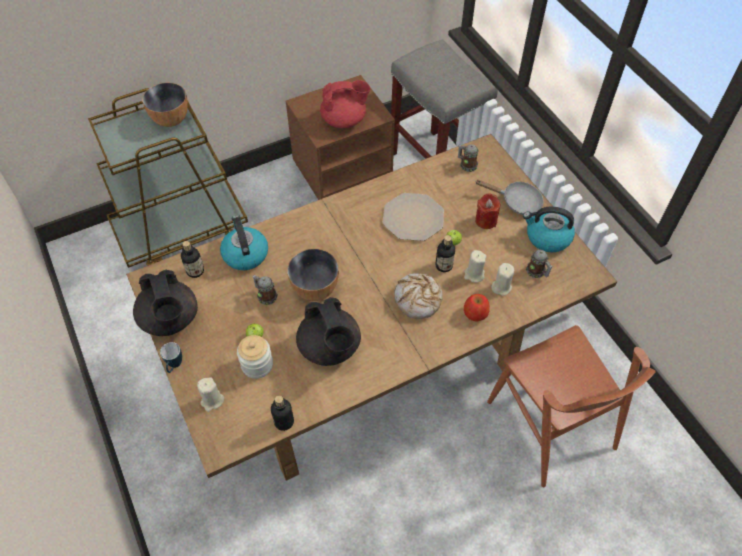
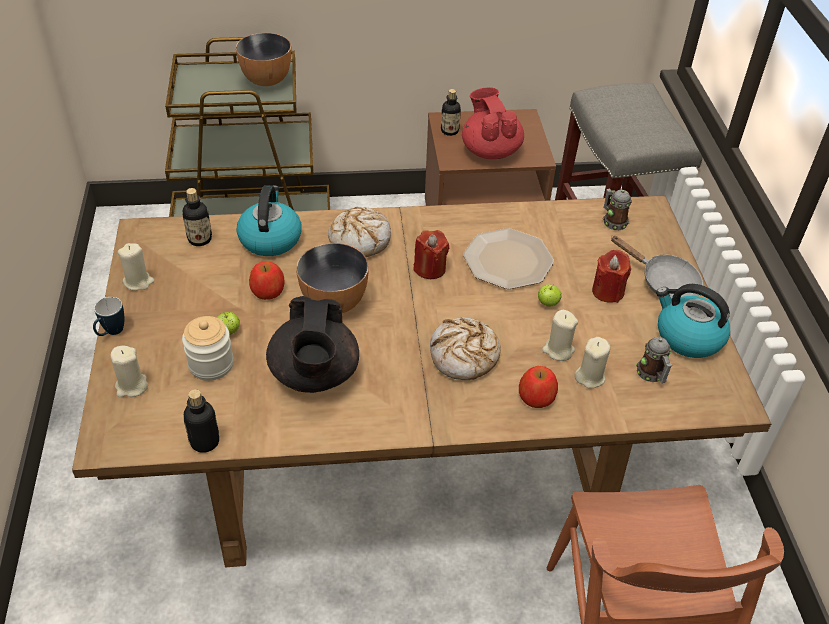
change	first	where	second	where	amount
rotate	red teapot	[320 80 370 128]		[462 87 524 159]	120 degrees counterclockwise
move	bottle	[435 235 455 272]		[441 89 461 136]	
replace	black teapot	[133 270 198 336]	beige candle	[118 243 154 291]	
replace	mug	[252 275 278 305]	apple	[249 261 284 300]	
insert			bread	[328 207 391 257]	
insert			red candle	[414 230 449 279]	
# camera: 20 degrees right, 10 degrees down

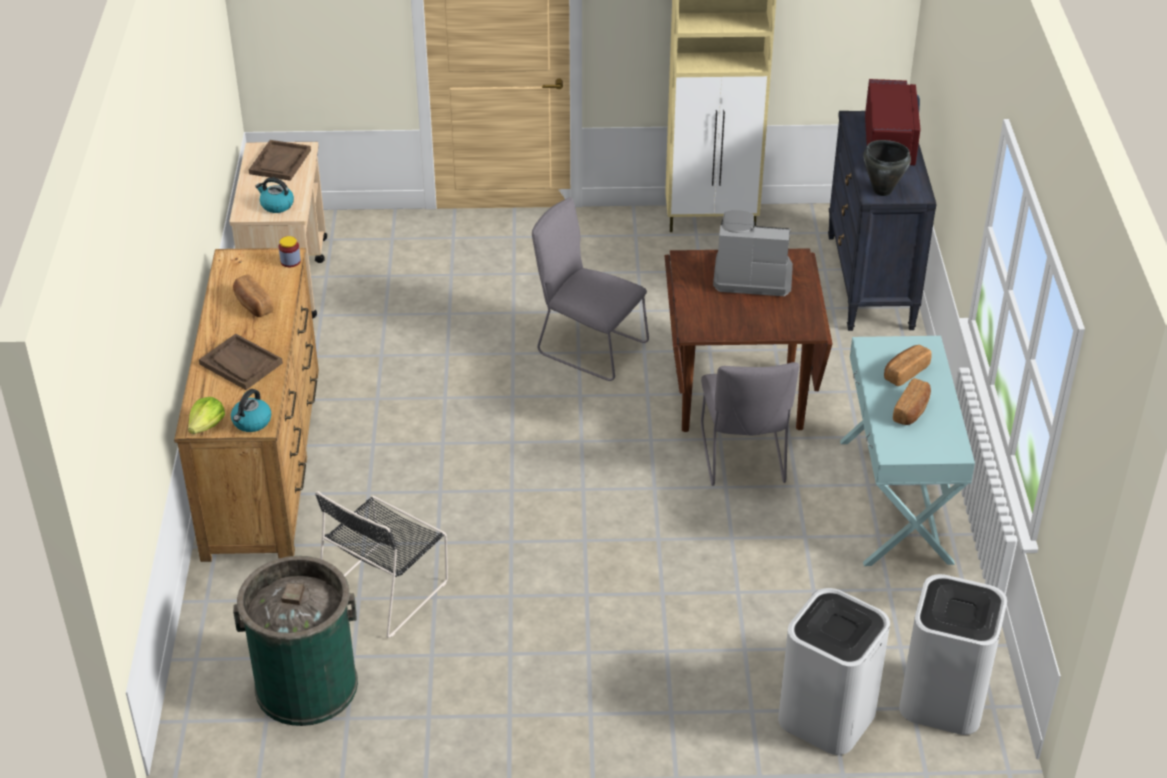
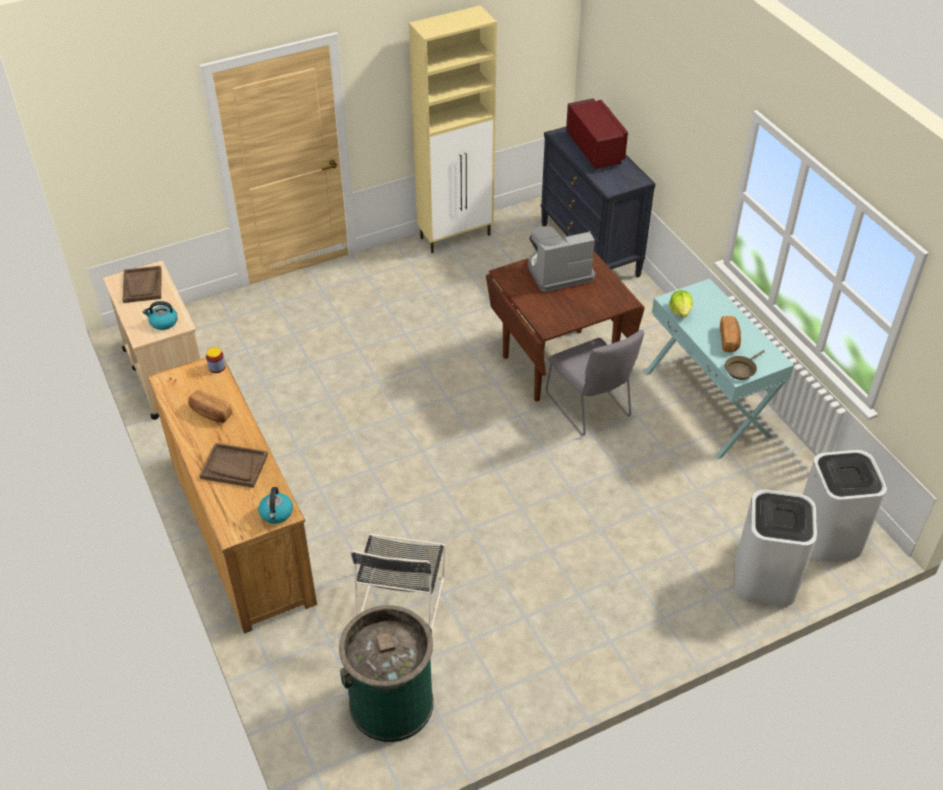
change	first	where	second	where	amount
delete	black cooking pot	[863 140 911 196]			
delete	grey chair	[532 198 649 381]			
delete	bread	[884 345 932 386]			
move	lettuce	[188 397 225 434]		[669 290 692 318]	
insert			brown frying pan	[725 350 765 380]	
# camera: 25 degrees left, 5 degrees up

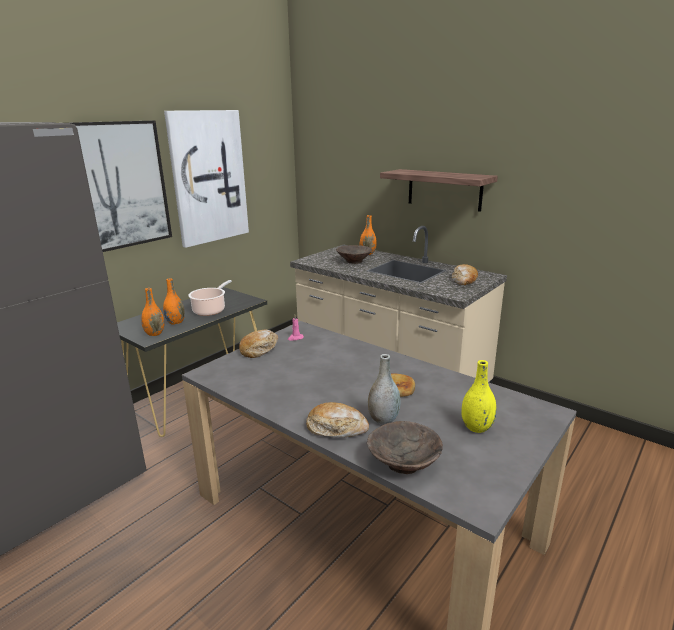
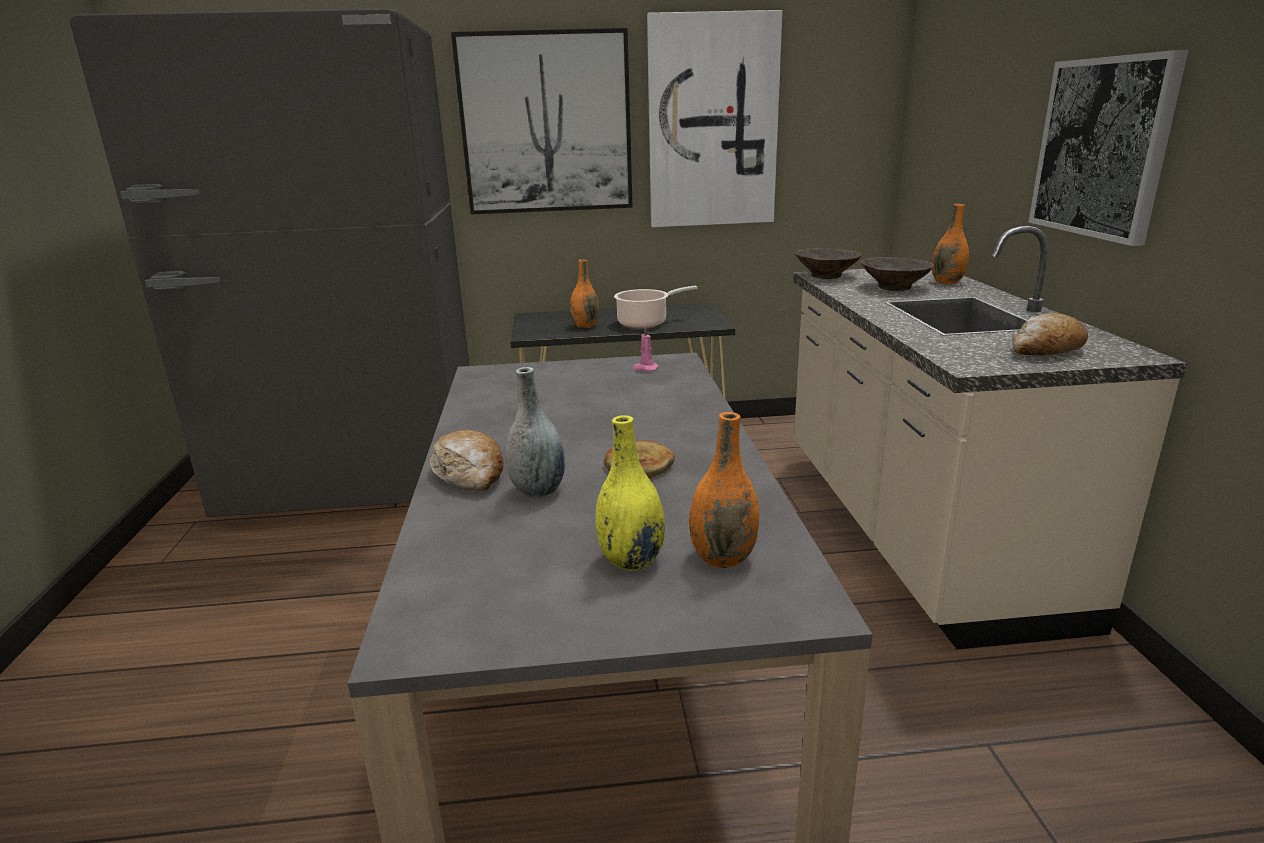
change	first	where	second	where	amount
replace	shelf	[380 169 498 212]	picture	[1029 50 1188 246]	
move	orange vase	[141 288 164 336]		[689 412 759 568]	
delete	bread	[239 329 278 358]			
move	brown bowl	[367 421 443 474]		[794 248 862 279]	
# camera: 45 degrees right, 0 degrees up

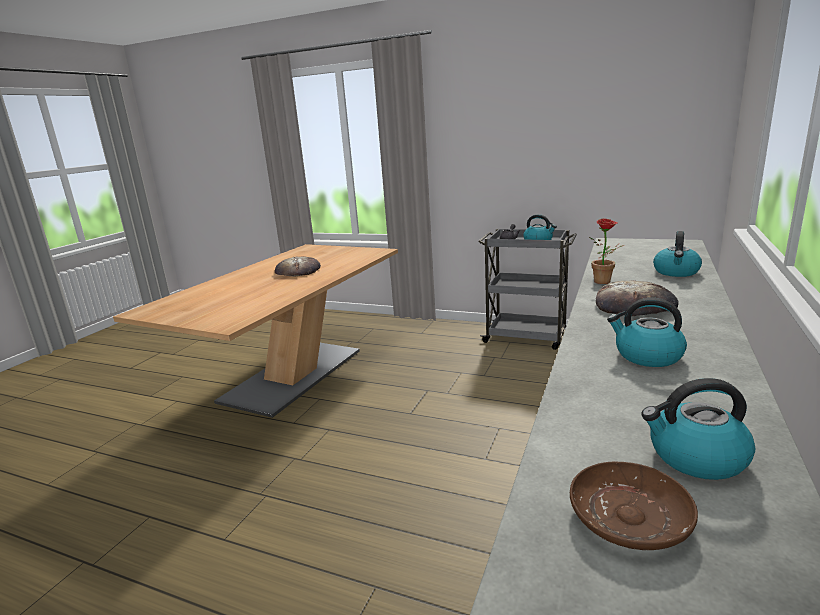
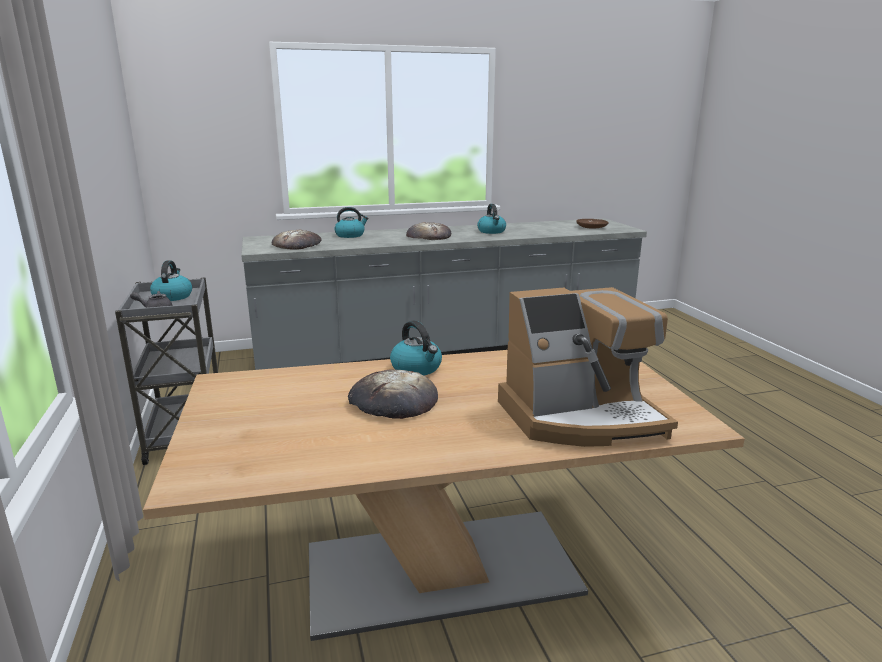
change	first	where	second	where	amount
delete	potted plant	[589 219 624 284]			
move	kettle	[641 378 755 480]		[390 321 442 376]	
insert			bread	[272 229 322 250]	
insert			coffee machine	[498 287 678 447]	
# camera: 130 degrees left, 0 degrees up

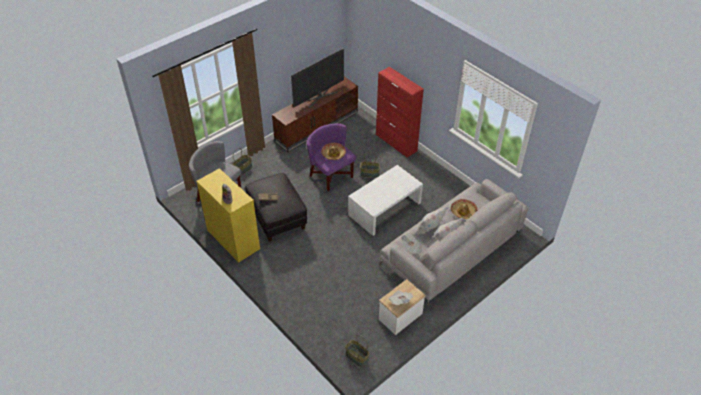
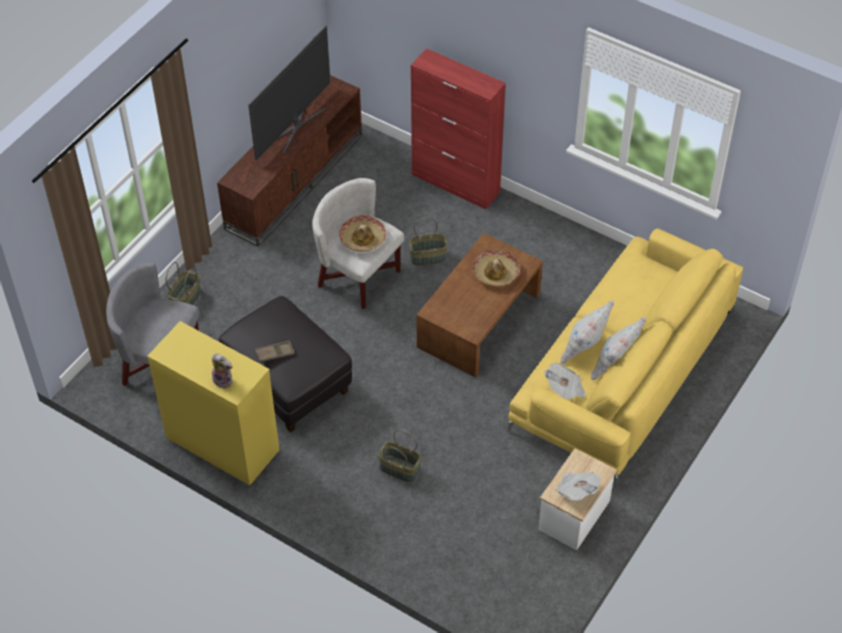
change	first	where	second	where	amount
recolor	purple armchair	[307 123 356 191]	white armchair	[312 178 404 309]	
recolor	white coffee table	[348 165 423 236]	brown coffee table	[416 233 543 377]	
recolor	grey sofa	[379 179 529 307]	yellow sofa	[506 228 743 489]	
move	hat	[451 199 477 219]		[472 249 520 286]	
move	basket	[345 334 369 367]		[378 430 421 482]	
# camera: 15 degrees left, 5 degrees up

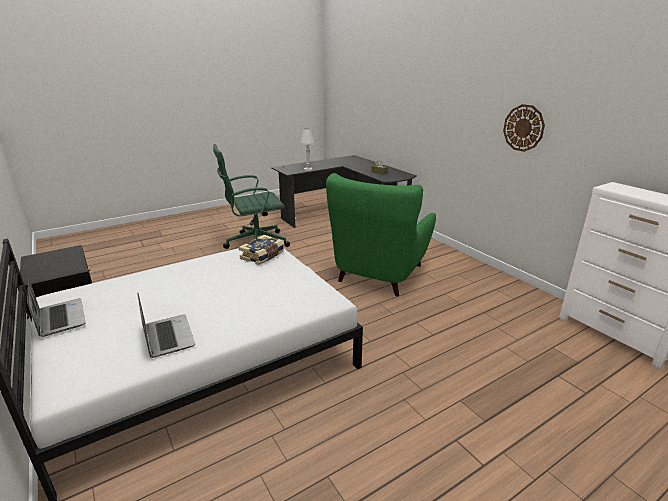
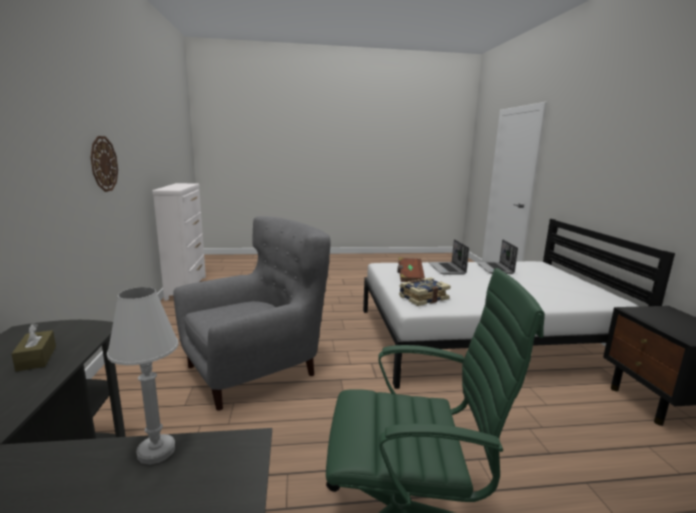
change	first	where	second	where	amount
recolor	green armchair	[326 173 436 297]	grey armchair	[173 216 331 411]	
move	laptop	[27 278 86 337]		[428 239 469 275]	
insert			brown book	[397 257 425 282]	
# camera: 155 degrees left, 10 degrees down

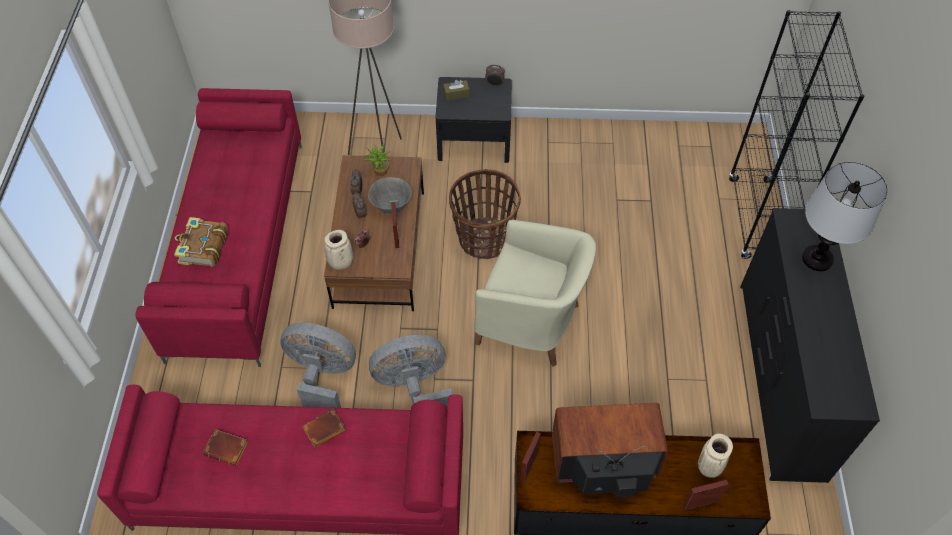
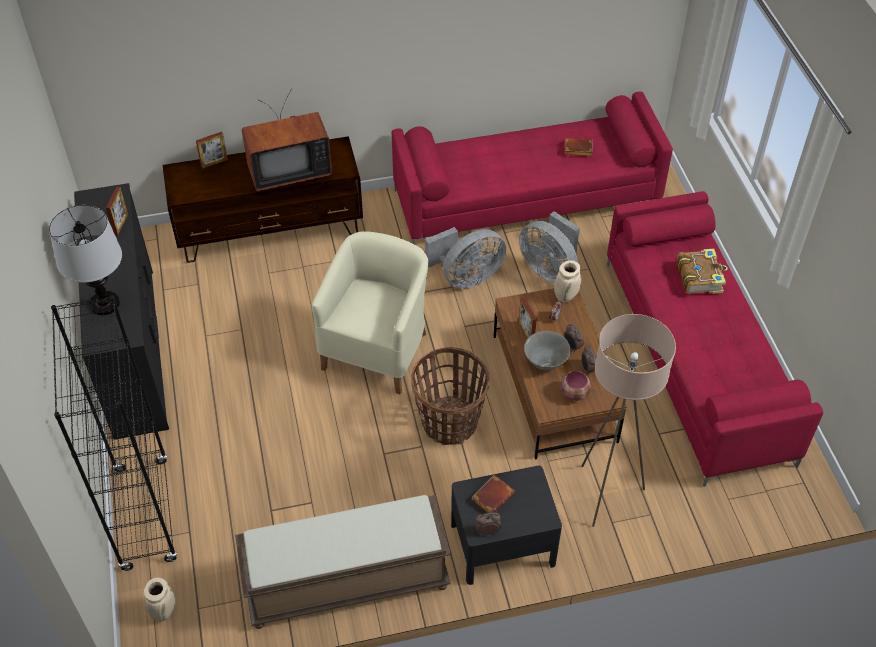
change	first	where	second	where	amount
delete	brown tissue box	[443 80 470 100]			
replace	potted plant	[364 143 391 176]	bowl	[560 371 591 401]	
rotate	beige armchair	[474 220 596 367]		[312 231 429 394]	105 degrees clockwise
rotate	grey fan	[280 322 356 408]		[519 211 580 283]	45 degrees clockwise
move	brown book	[302 409 346 448]		[472 475 515 513]	
move	picture frame	[520 432 541 482]		[106 187 128 235]	
move	beige vase	[698 433 733 478]		[144 577 175 622]	
insert			brown bench	[235 495 451 629]	
# camera: 165 degrees right, 5 degrees down

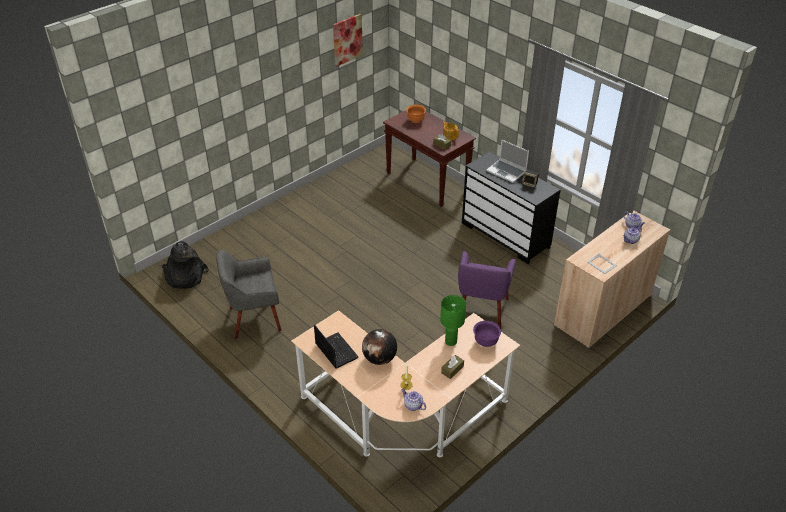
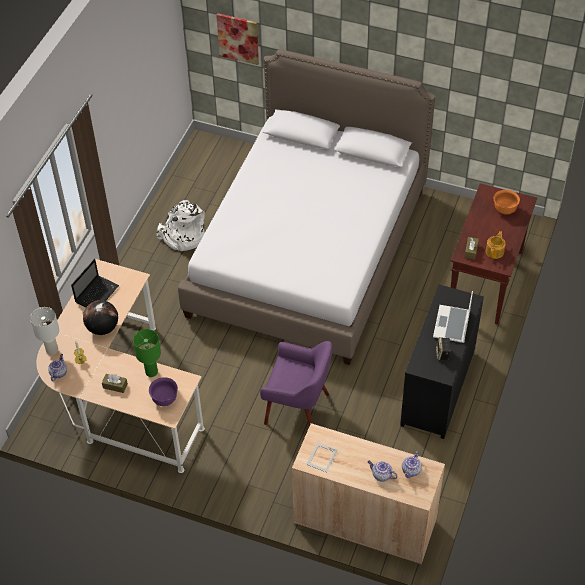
change	first	where	second	where	amount
move	picture	[333 14 363 67]		[216 13 259 65]	
delete	black backpack	[162 241 209 289]			
replace	grey armchair	[216 250 282 339]	white backpack	[156 200 205 251]	
rotate	purple armchair	[458 251 516 329]		[260 341 332 426]	150 degrees counterclockwise
insert			bed	[178 49 435 365]	
insert			white table lamp	[30 307 59 355]	
# camera: 65 degrees right, 10 degrees up

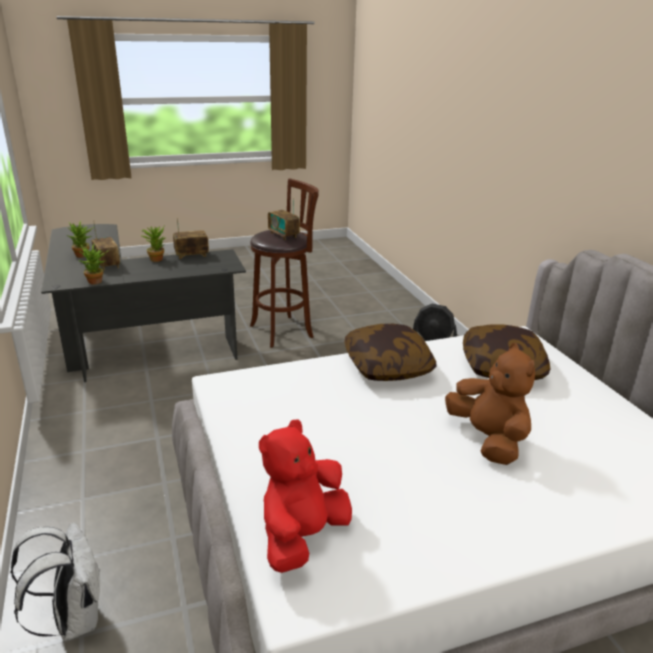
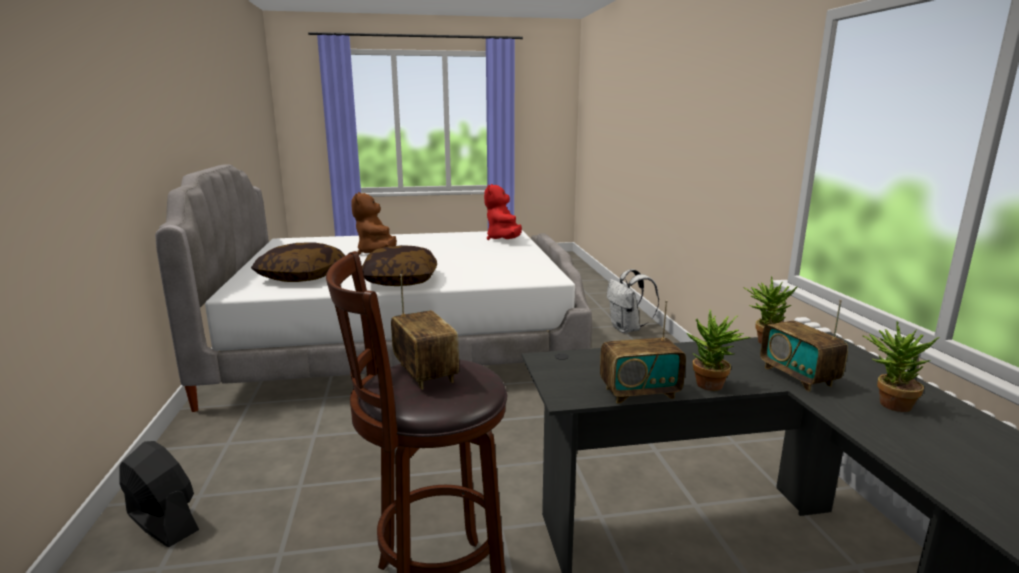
change	first	where	second	where	amount
rotate	red plush toy	[259 419 352 573]		[484 184 522 240]	135 degrees clockwise
# camera: 170 degrees left, 10 degrees down

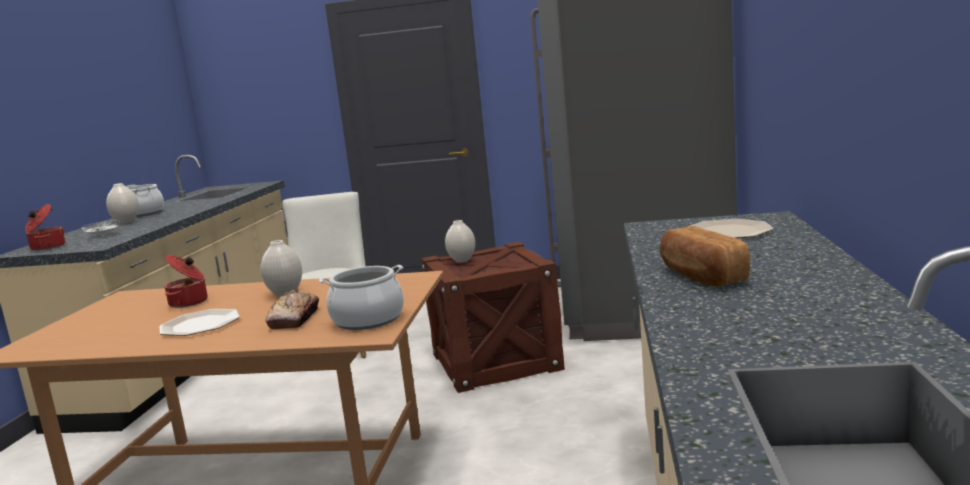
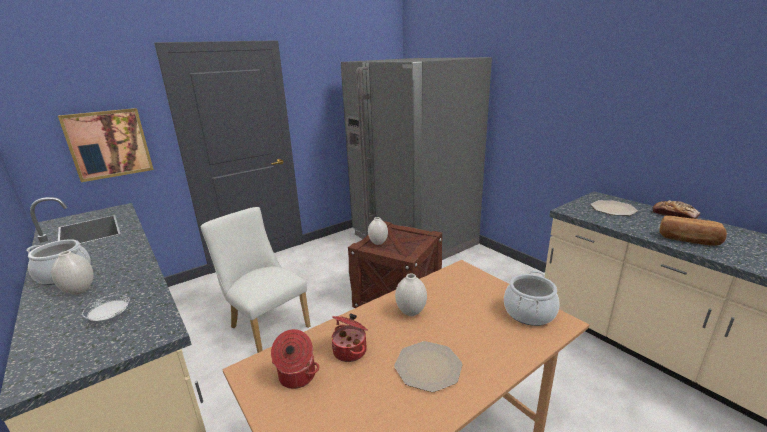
change	first	where	second	where	amount
move	cooking pot	[25 204 65 251]		[271 329 319 389]	
move	bread	[265 290 319 330]		[653 200 700 219]	
insert			picture	[58 108 154 182]	
# camera: 45 degrees left, 10 degrees up

